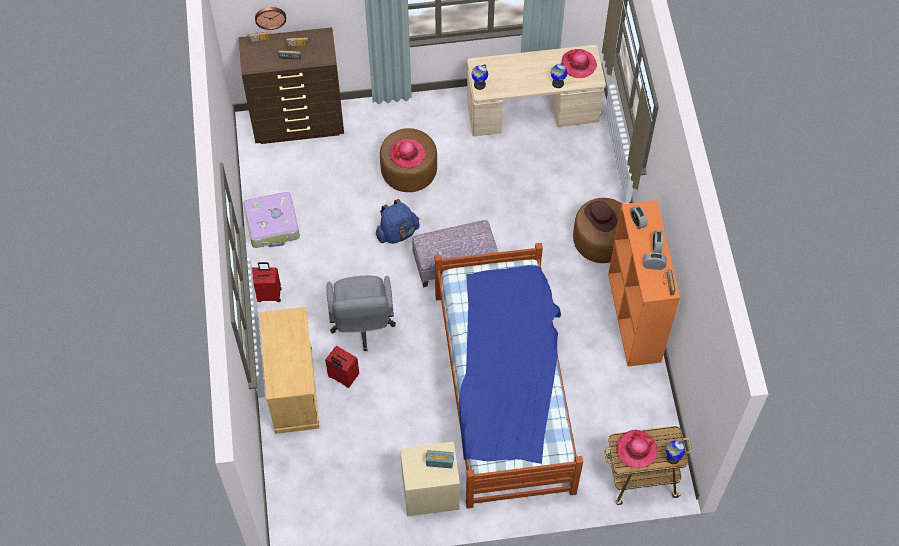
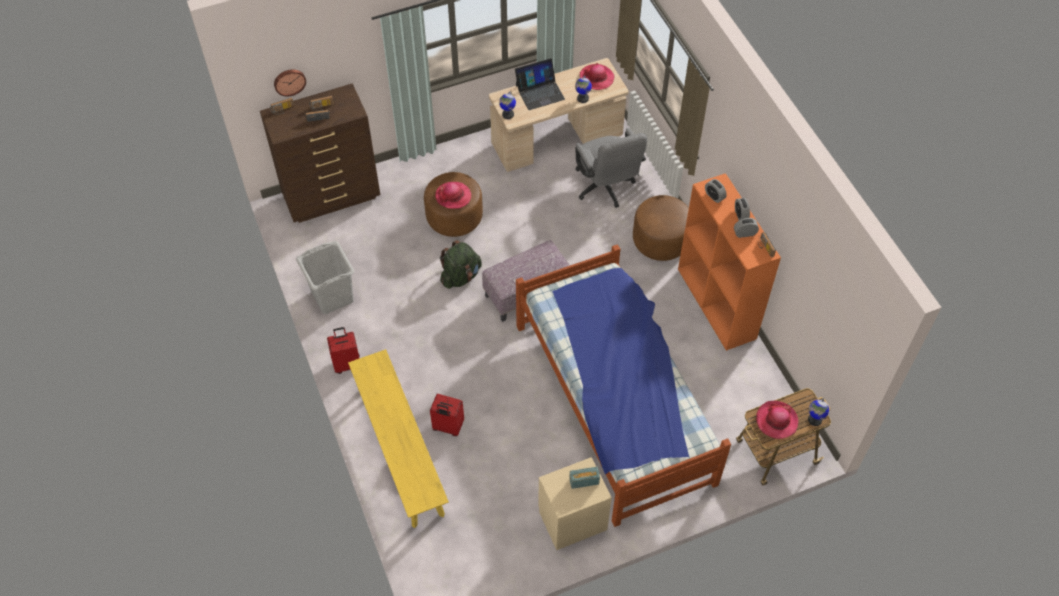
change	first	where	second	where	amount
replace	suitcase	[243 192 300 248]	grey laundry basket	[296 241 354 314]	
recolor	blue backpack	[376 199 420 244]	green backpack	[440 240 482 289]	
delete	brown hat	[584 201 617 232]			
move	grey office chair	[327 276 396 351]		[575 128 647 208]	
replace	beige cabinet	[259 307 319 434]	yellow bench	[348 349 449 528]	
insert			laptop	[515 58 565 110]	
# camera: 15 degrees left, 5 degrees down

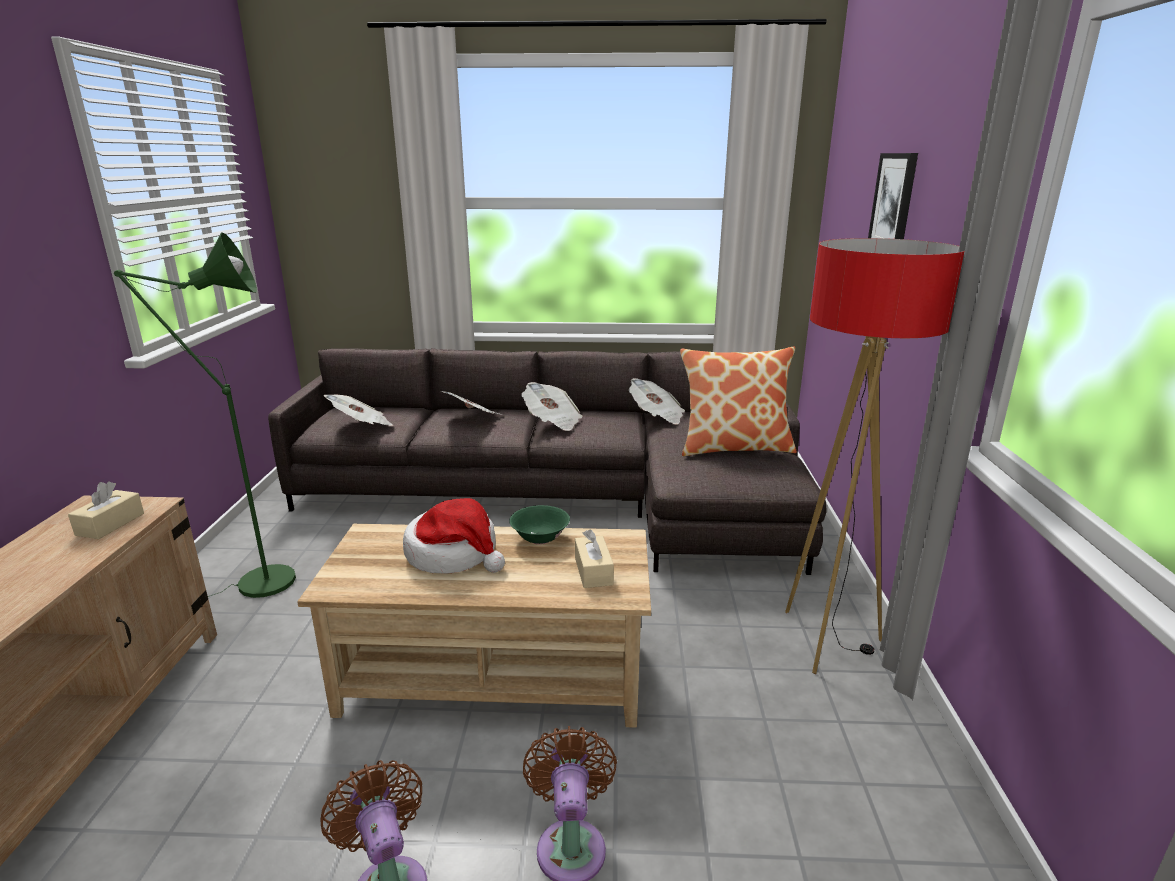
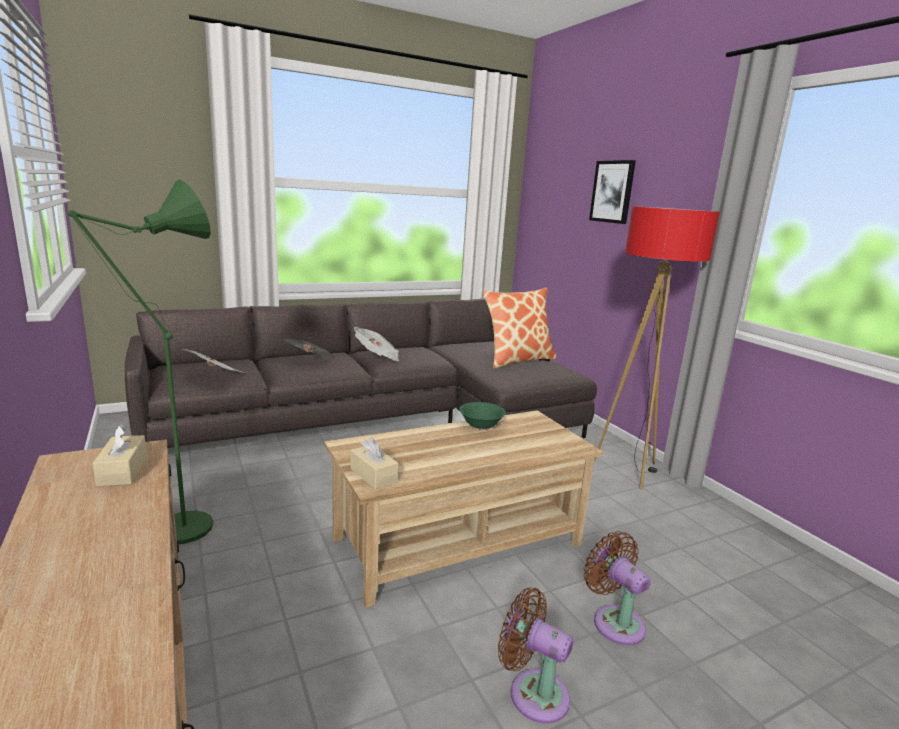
change	first	where	second	where	amount
delete	newspaper	[629 378 685 425]			
delete	hat	[403 498 505 574]			
move	beige tissue box	[575 529 614 588]		[351 437 398 489]	
# camera: 30 degrees left, 5 degrees down

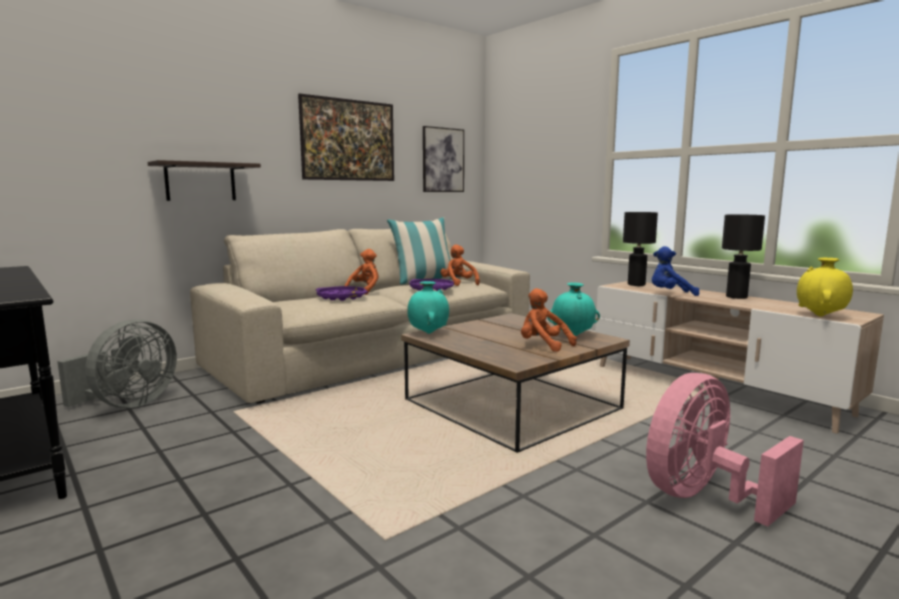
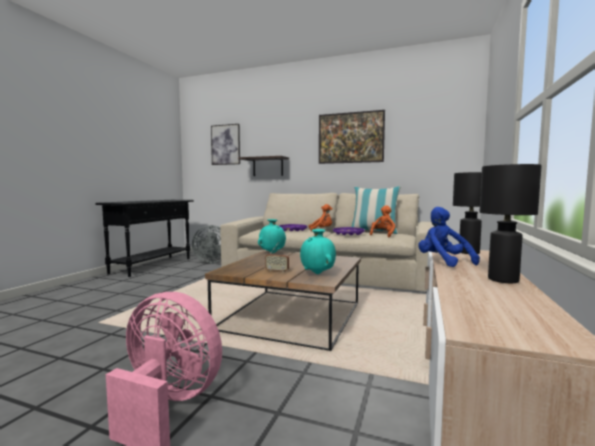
change	first	where	second	where	amount
move	picture	[423 126 464 192]		[211 124 240 165]	
delete	yellow vase	[797 258 853 316]			
replace	orange plush toy	[521 288 577 352]	radio	[265 242 289 272]	
# camera: 60 degrees right, 5 degrees down

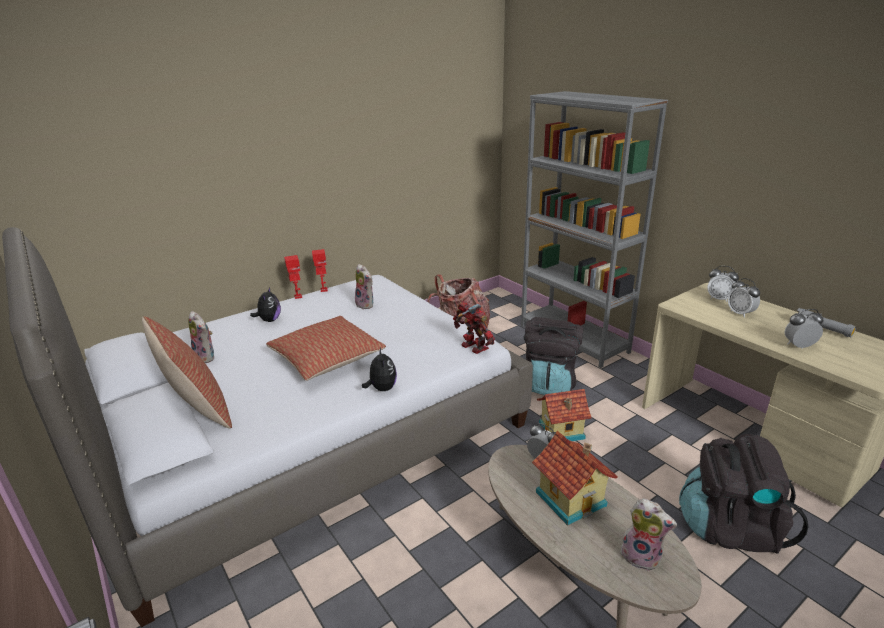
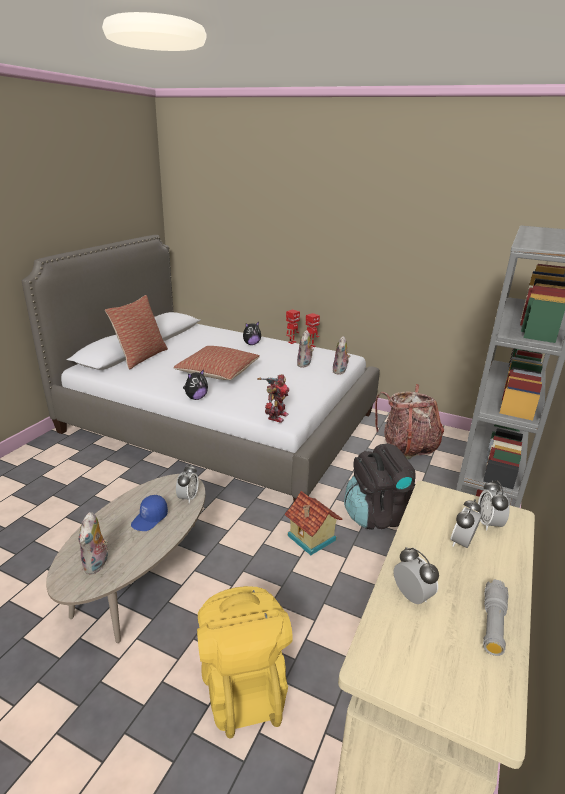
change	first	where	second	where	amount
move	plush toy	[188 311 214 363]		[333 336 350 375]	
replace	toy house	[532 431 618 526]	blue cap	[131 495 168 531]	
recolor	black backpack	[679 434 808 554]	yellow backpack	[197 586 293 739]	
# camera: 60 degrees right, 0 degrees up

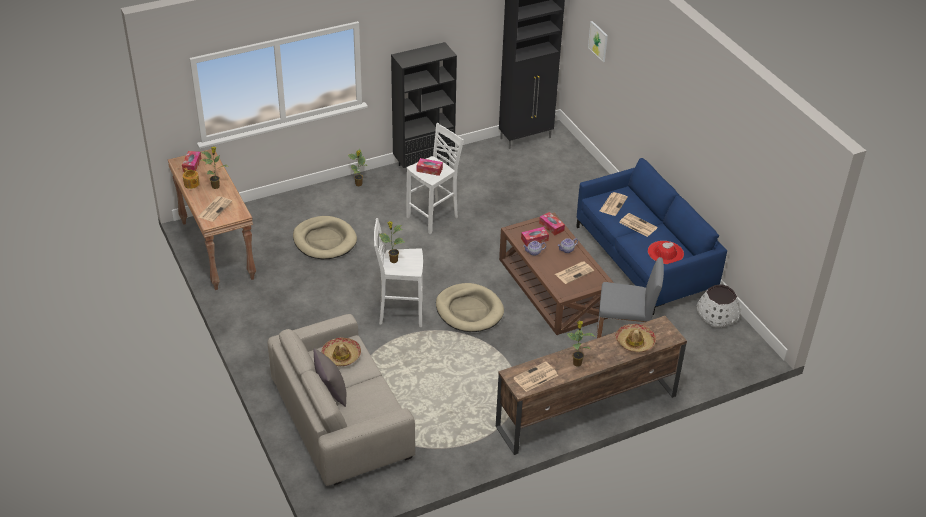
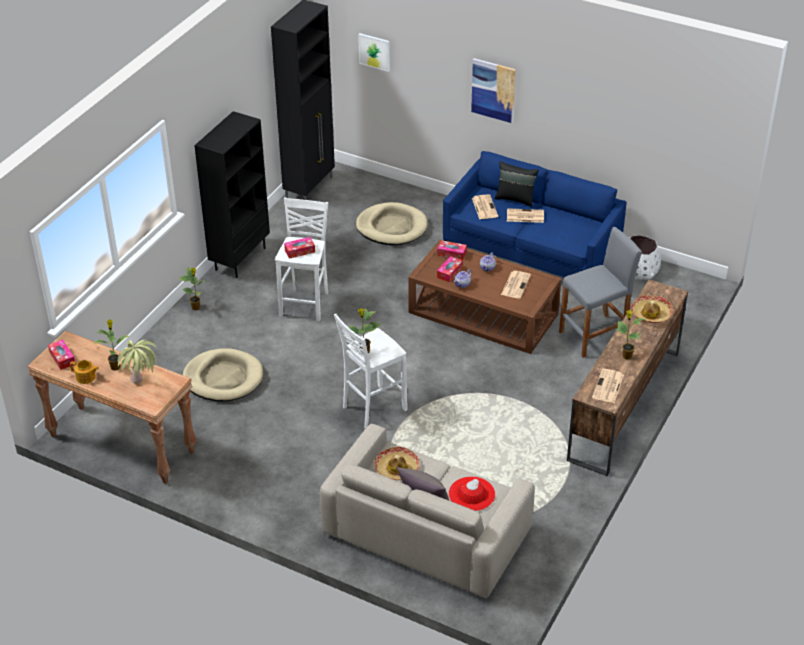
change	first	where	second	where	amount
replace	newspaper	[198 196 232 222]	potted plant	[117 340 157 384]	
move	red hat	[648 241 684 264]		[449 476 495 511]	
move	beige dog bed	[436 283 504 332]		[356 202 428 245]	
insert			picture	[471 58 516 123]	
insert			black pillow	[494 161 539 207]	
# camera: 35 degrees left, 0 degrees up

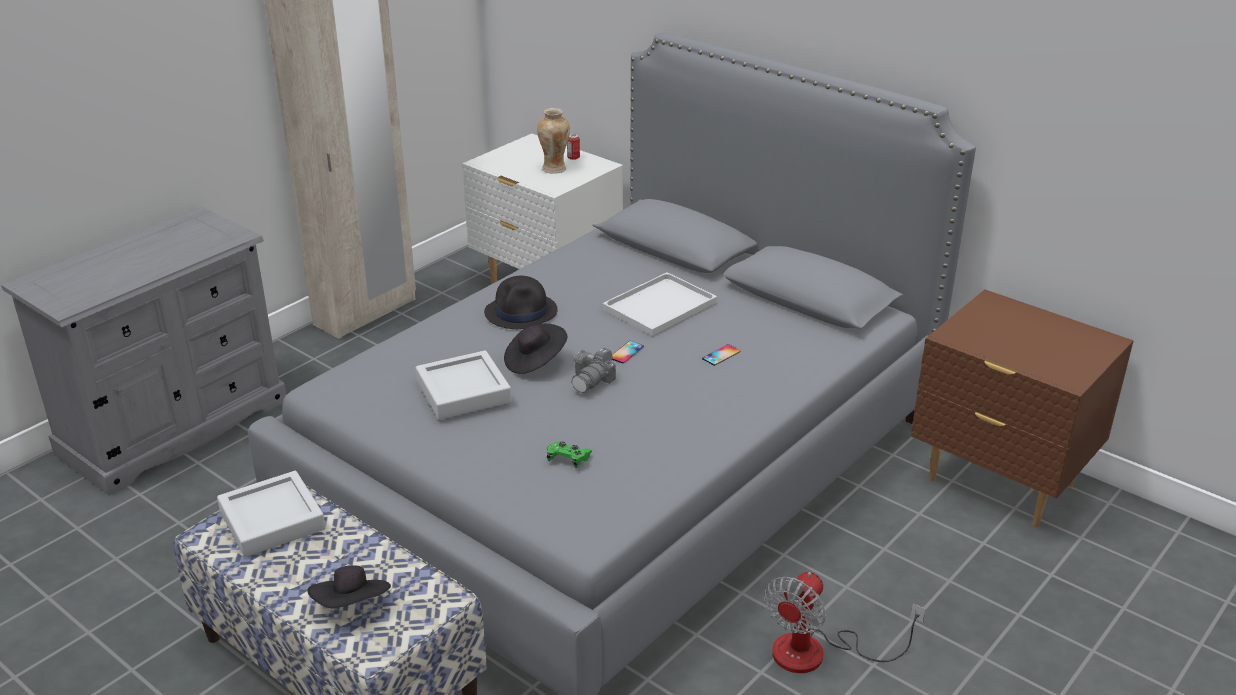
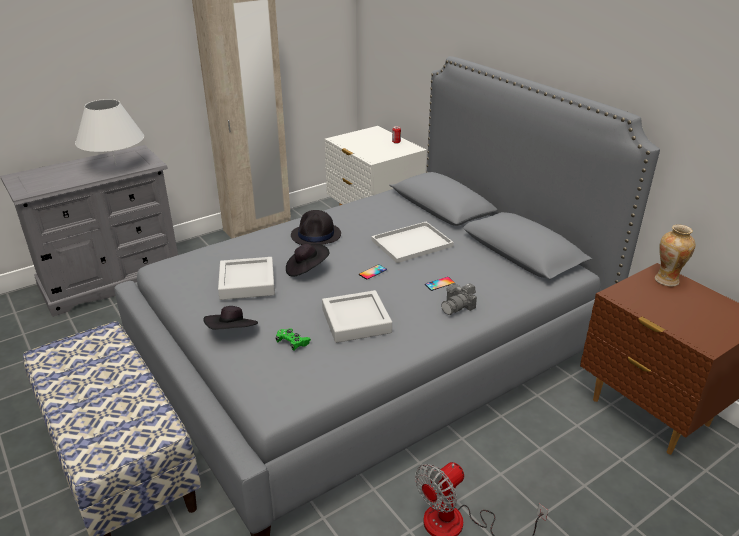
change	first	where	second	where	amount
move	vase	[537 108 570 174]		[655 225 696 287]	
move	photo camera	[571 348 616 393]		[441 283 477 315]	
move	grey tray	[217 471 326 557]		[322 290 392 343]	
move	black hat	[307 565 391 608]		[203 306 258 330]	
insert			white table lamp	[75 99 144 165]	
# camera: 15 degrees right, 0 degrees up

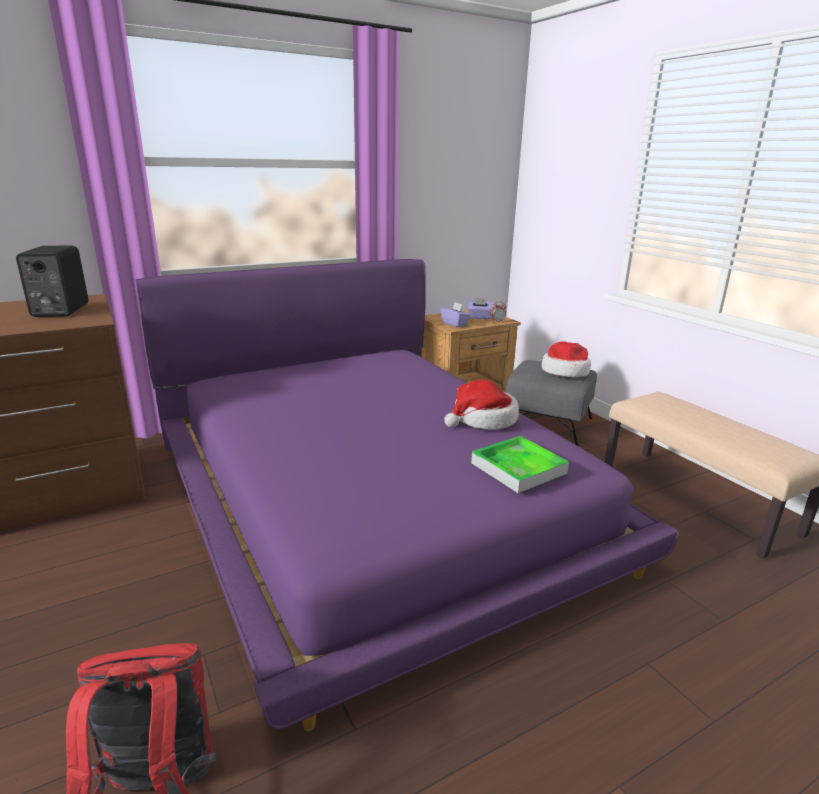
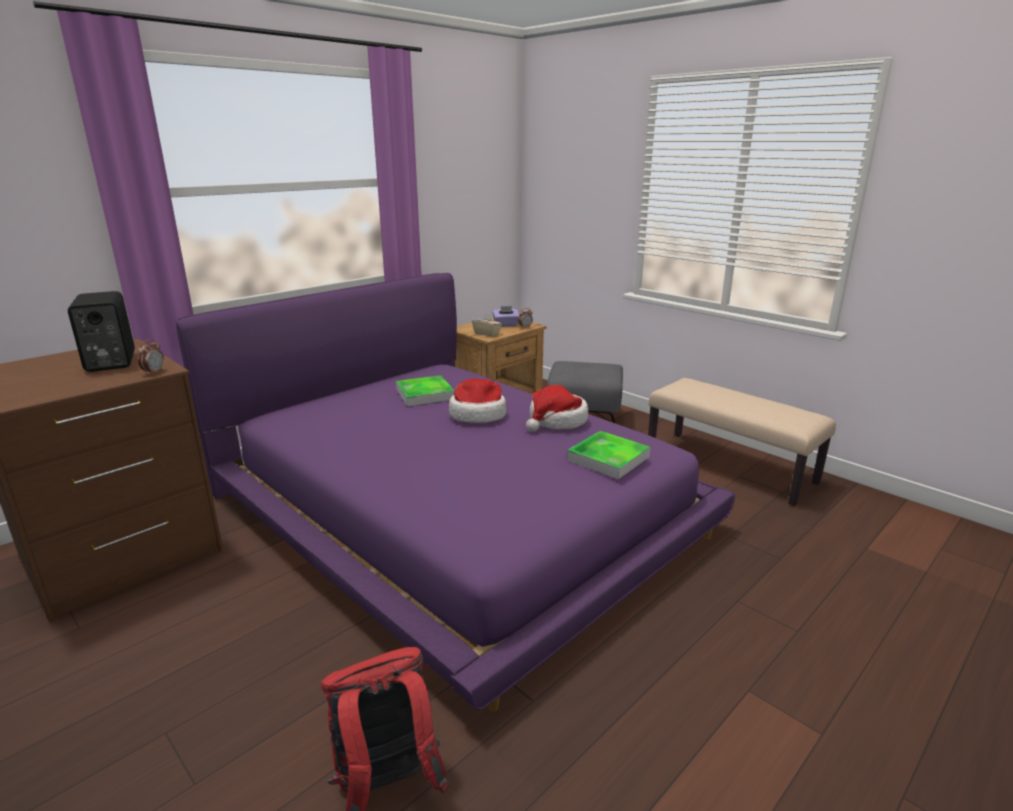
change	first	where	second	where	amount
recolor	purple tissue box	[441 302 471 327]	beige tissue box	[472 312 502 337]	
move	hat	[542 341 591 377]		[449 379 506 423]	
insert			alarm clock	[138 339 164 375]	
insert			tray	[396 375 454 406]	
# camera: 15 degrees left, 0 degrees up

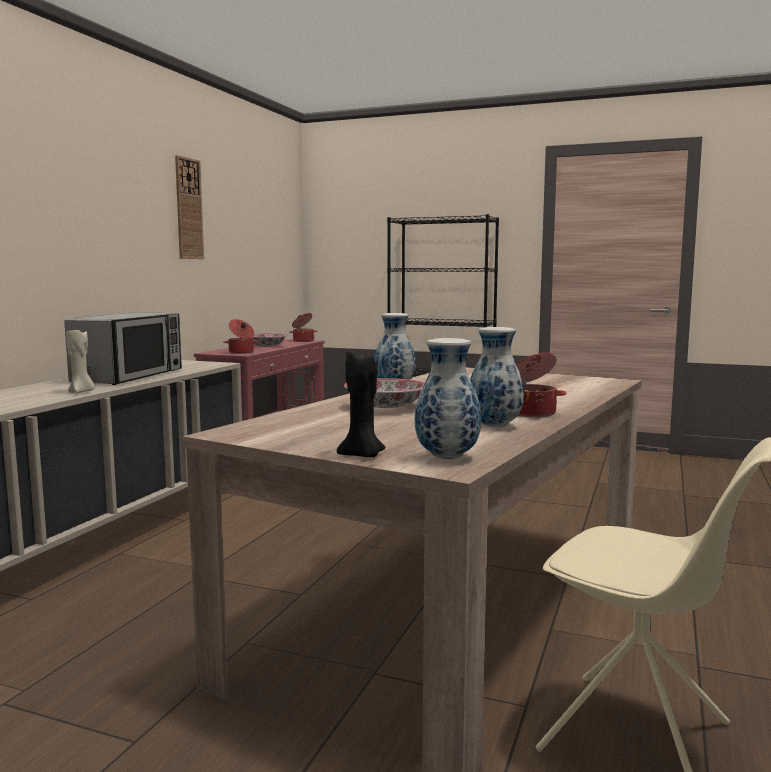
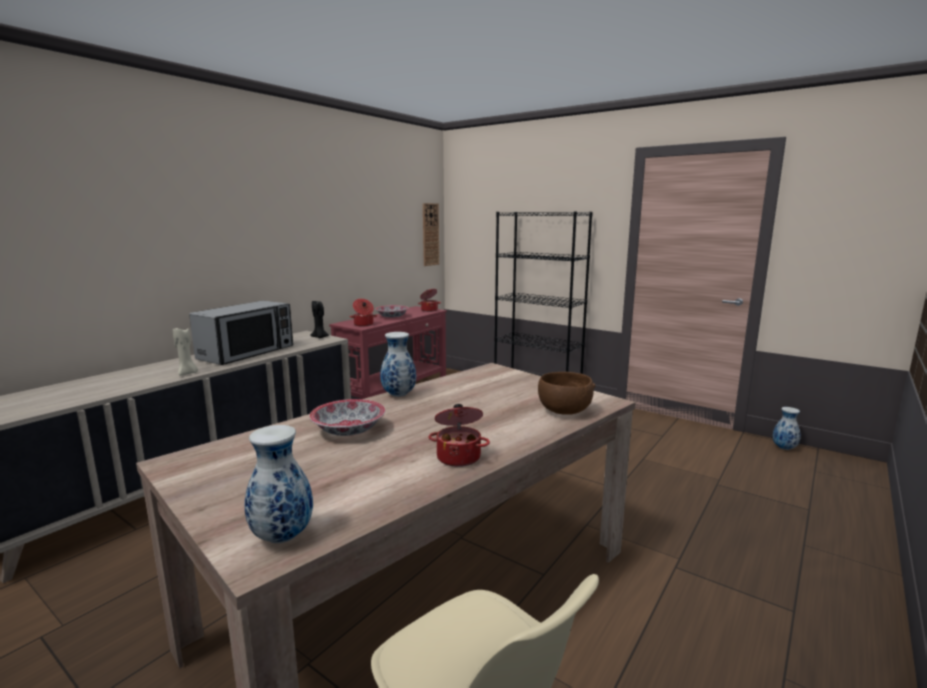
change	first	where	second	where	amount
move	wall clock	[175 155 204 259]		[423 203 439 266]	
move	vase	[470 327 524 427]		[772 407 801 450]	
move	black candle	[337 351 385 457]		[310 301 329 338]	
insert			brown bowl	[538 372 595 415]	
# camera: 15 degrees right, 5 degrees up

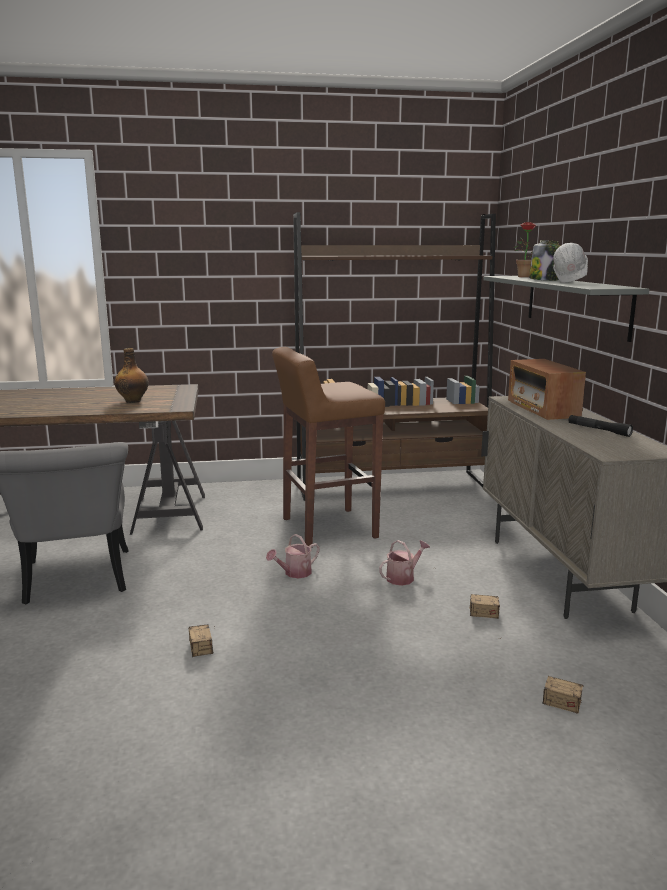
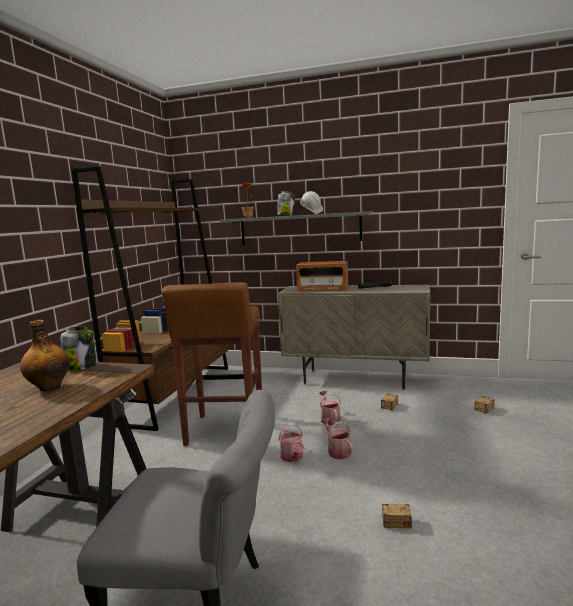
change	first	where	second	where	amount
insert			jar	[61 326 96 371]	
insert			watering can	[321 418 353 459]	
# camera: 65 degrees left, 5 degrees down

